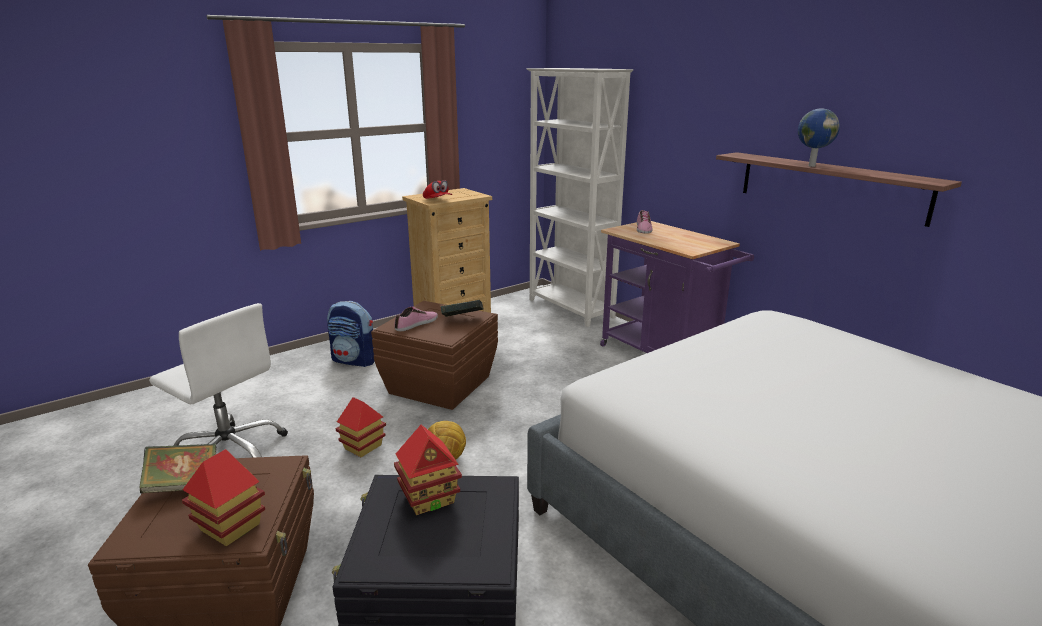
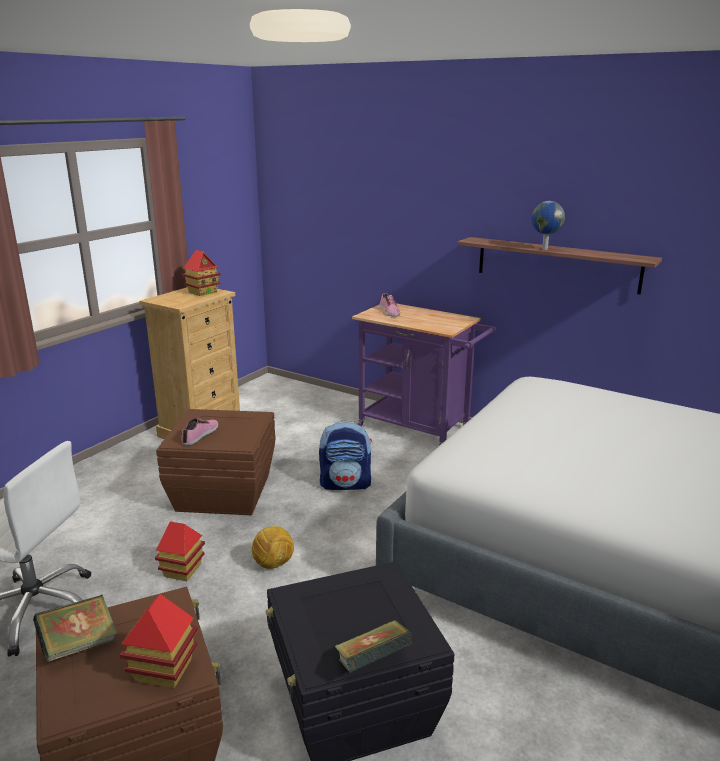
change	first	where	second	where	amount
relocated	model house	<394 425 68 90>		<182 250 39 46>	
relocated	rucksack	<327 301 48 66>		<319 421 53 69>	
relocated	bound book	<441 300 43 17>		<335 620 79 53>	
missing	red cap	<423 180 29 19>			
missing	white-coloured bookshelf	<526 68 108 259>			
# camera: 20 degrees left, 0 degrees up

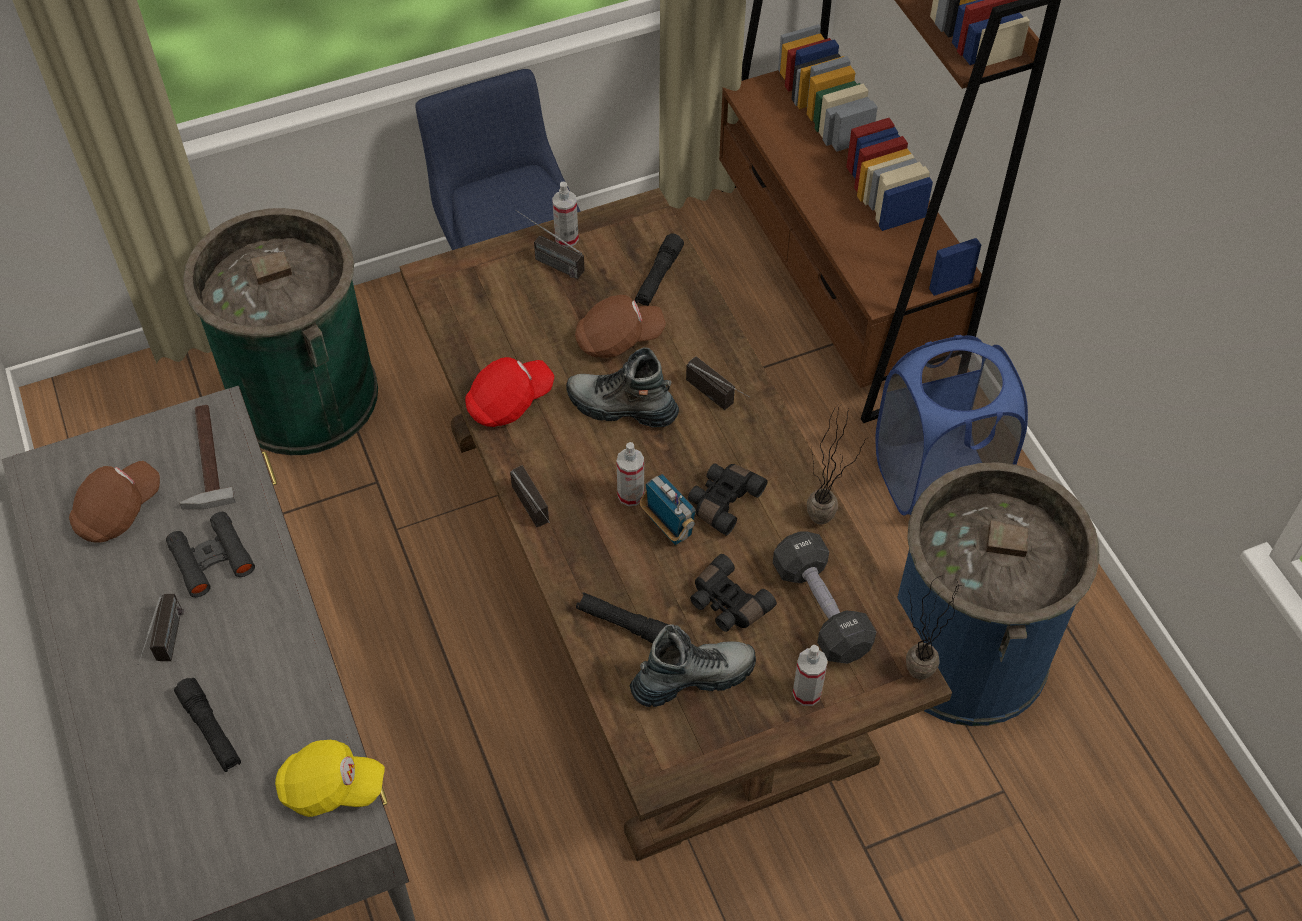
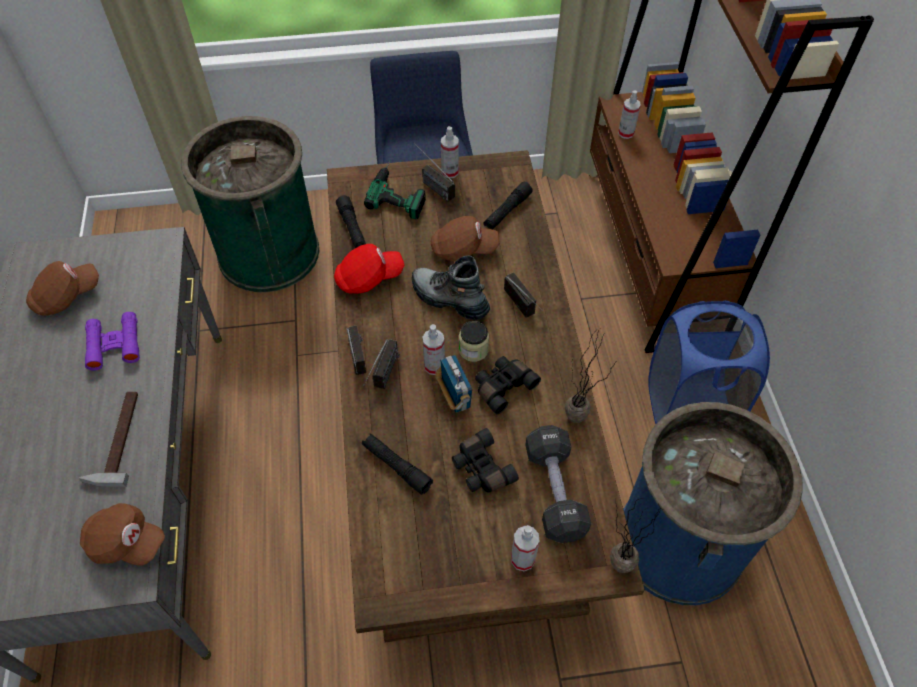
change	first	where	second	where	amount
relocated	hand hammer	<179 405 57 104>		<79 392 59 95>	
colour	yellow cap	<275 740 110 77>	brown-coloured cap	<80 503 85 63>	
colour	blackish binoculars	<166 512 89 85>	purplish binoculars	<85 312 55 59>	
relocated	blackish torch	<174 678 67 94>		<336 195 30 53>	
relocated	radio receiver	<138 594 46 71>		<363 339 37 50>	
appeared			power drill	<364 161 62 58>	
appeared			jar	<459 321 30 41>	
appeared			hand sprayer	<618 91 23 48>	
missing	tall boot	<629 624 127 83>			
# camera: 15 degrees right, 0 degrees up

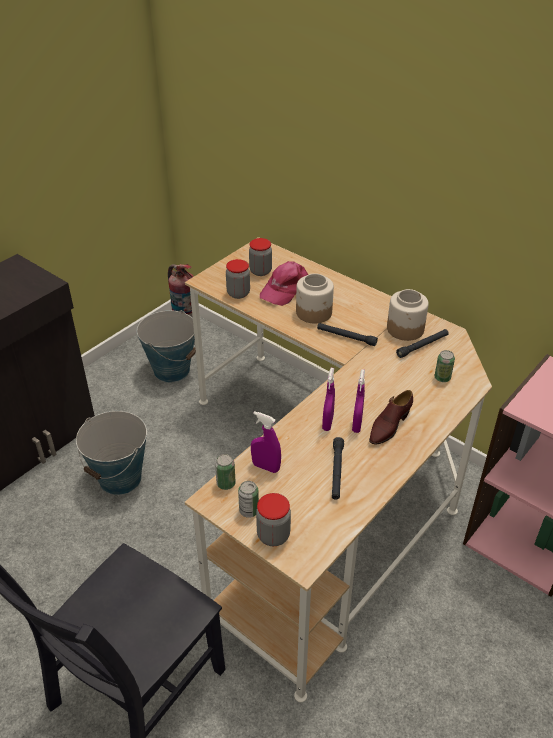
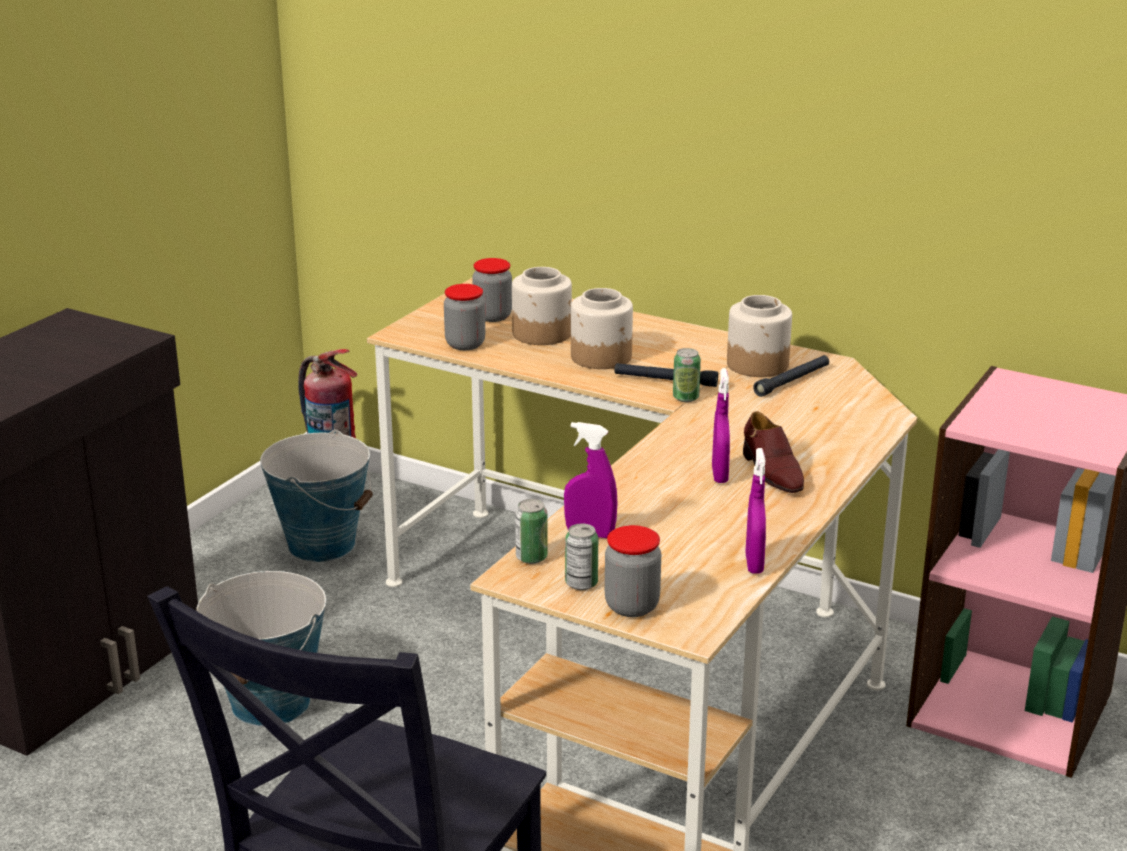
change	first	where	second	where	amount
exchanged	pink-coloured cap	<260 261 48 45>	jar	<512 267 60 78>	
relocated	can	<435 350 20 32>		<673 348 28 54>	
spun	brown-coloured shoe	<369 390 44 55>		<743 411 61 82>	45 degrees counterclockwise
relocated	purplish hand sprayer	<322 368 13 63>		<745 448 21 126>	
missing	blackish torch	<332 437 12 63>			
# camera: 10 degrees left, 15 degrees down

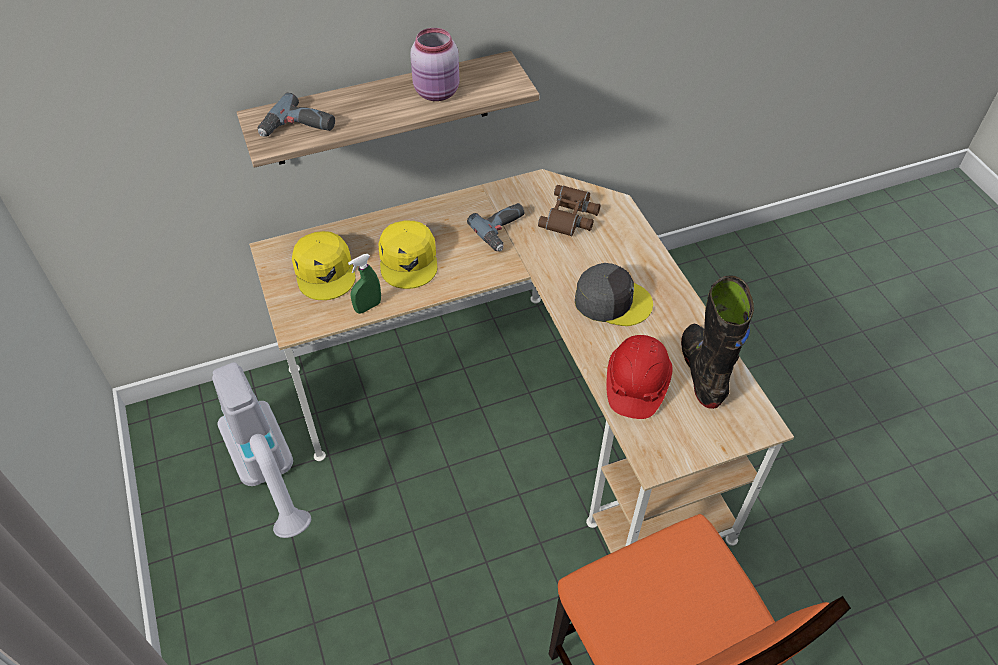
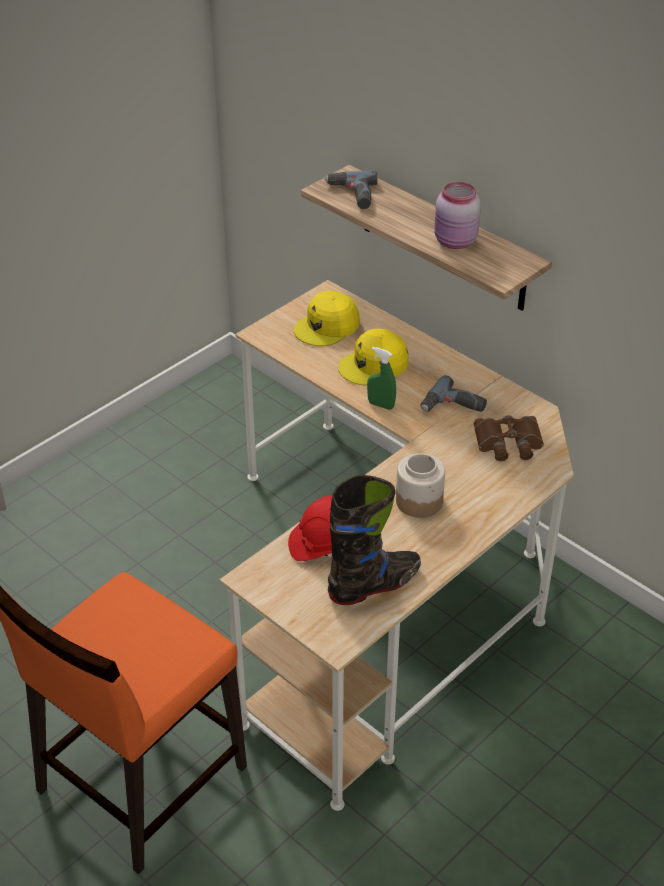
change	first	where	second	where	amount
relocated	green-coloured hand sprayer	<348 254 33 60>		<367 347 29 63>	
exchanged	greyish cap	<575 263 78 63>	jar	<396 453 49 65>	
missing	hoover	<212 362 99 176>			
# camera: 65 degrees right, 10 degrees down

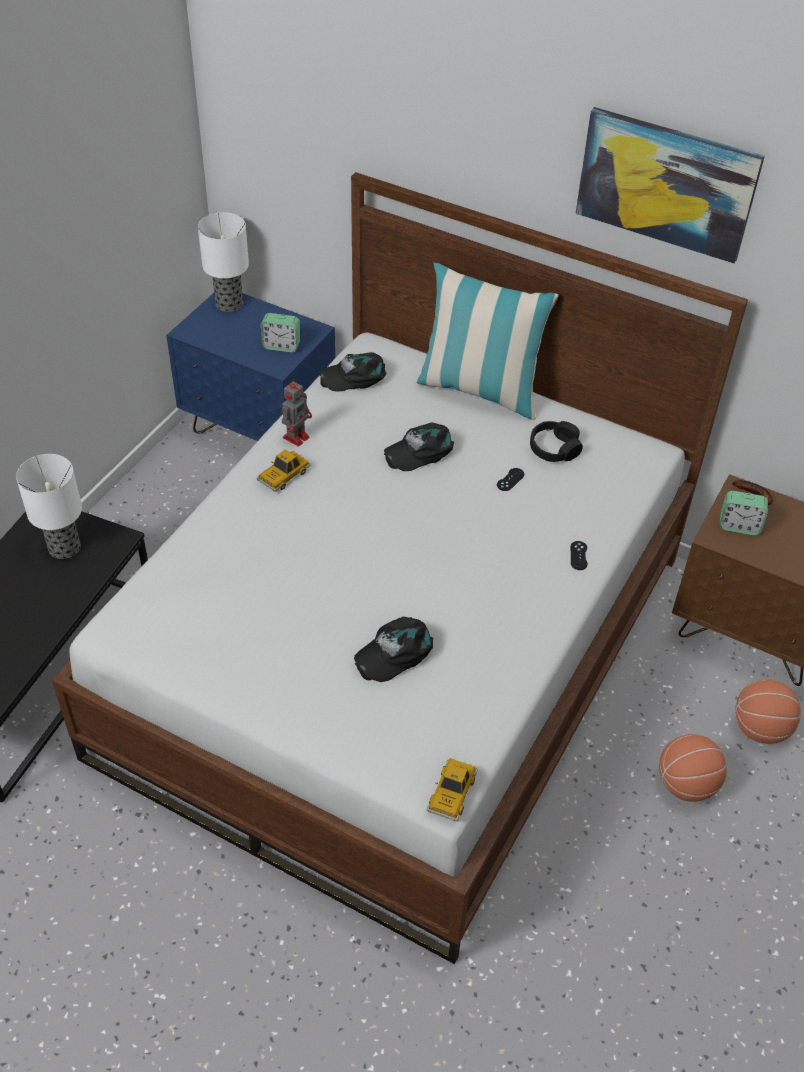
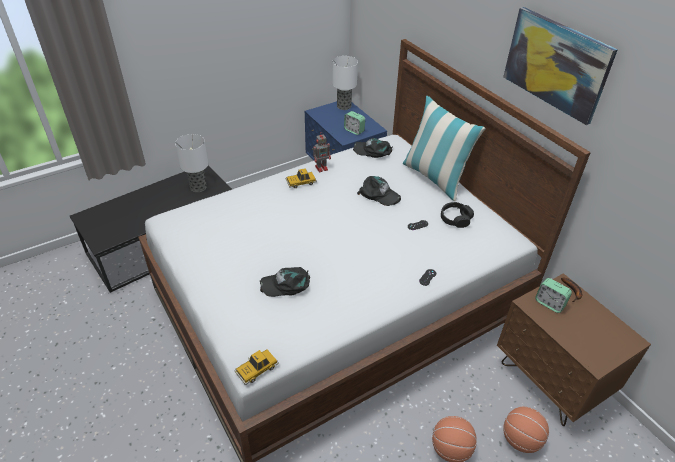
change	first	where	second	where	amount
spun	blackish cap	<383 423 71 48>		<357 176 44 30>	150 degrees counterclockwise
# camera: 30 degrees right, 5 degrees down

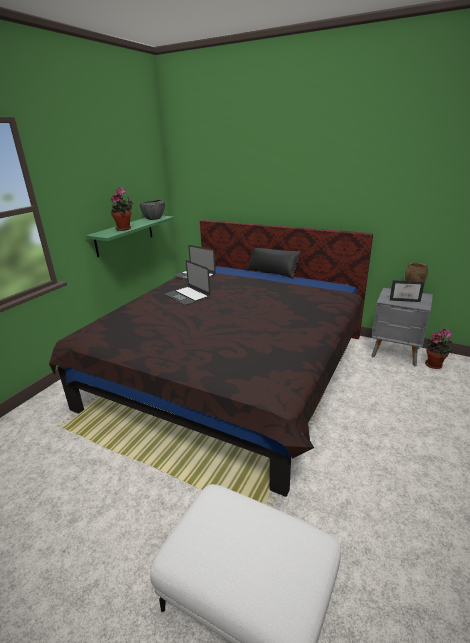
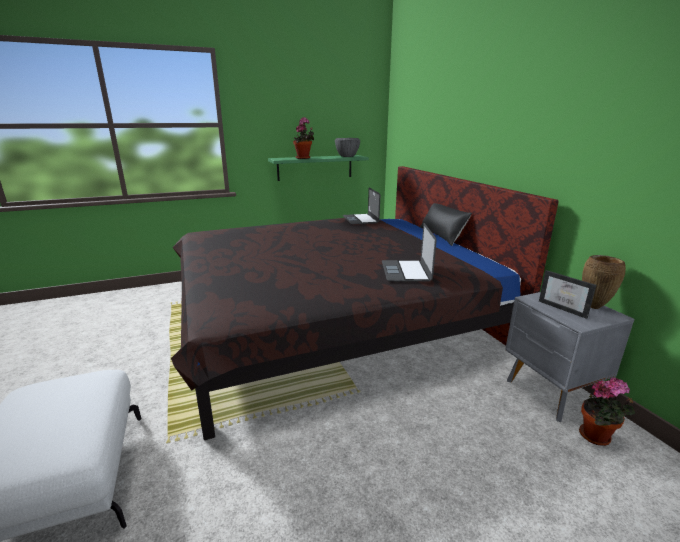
change	first	where	second	where	amount
relocated	laptop	<165 260 45 45>		<382 223 55 59>	
# camera: 40 degrees right, 5 degrees down

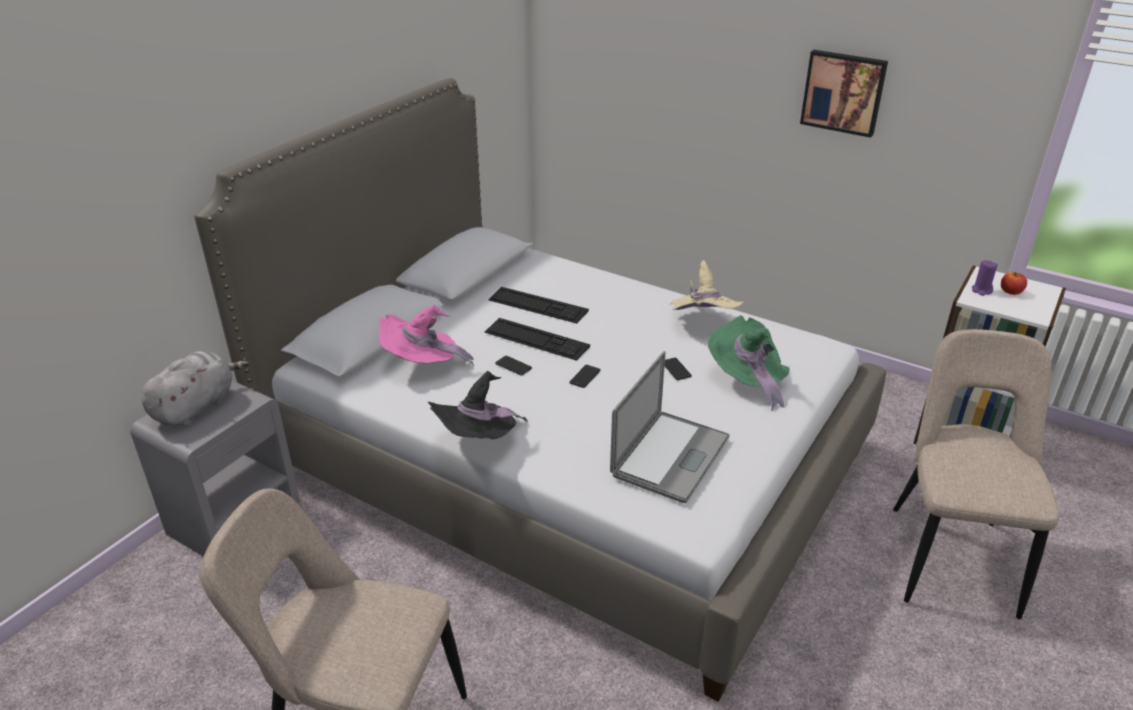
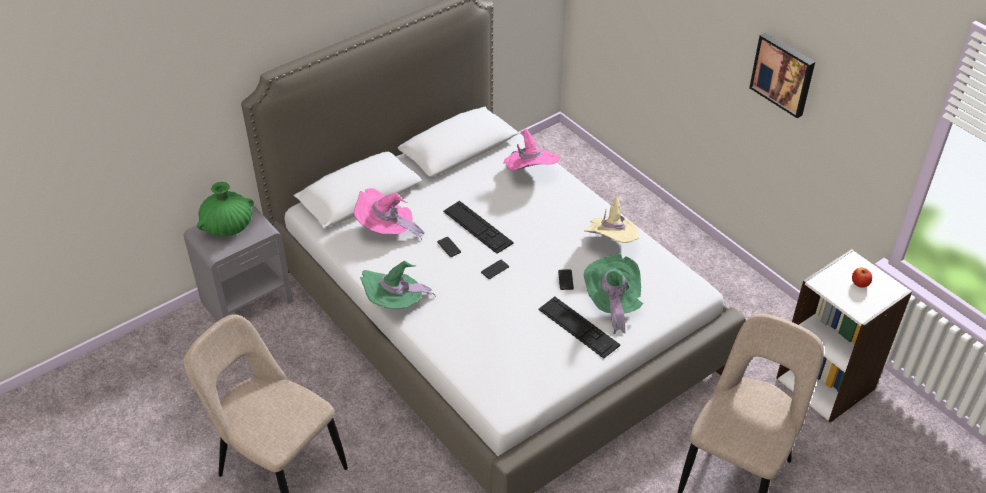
change	first	where	second	where	amount
exchanged	greyish plush toy	<142 351 107 75>	green-coloured flower vase	<197 182 57 54>	
colour	blackish hat	<428 371 100 68>	green-coloured hat	<360 261 76 48>	
appeared			pink-coloured hat	<503 129 57 42>	
relocated	keyboard	<489 287 100 36>		<538 297 82 62>	
missing	laptop	<610 351 120 152>			
missing	purplish wax candle	<972 260 26 36>			
# camera: 20 degrees right, 10 degrees up

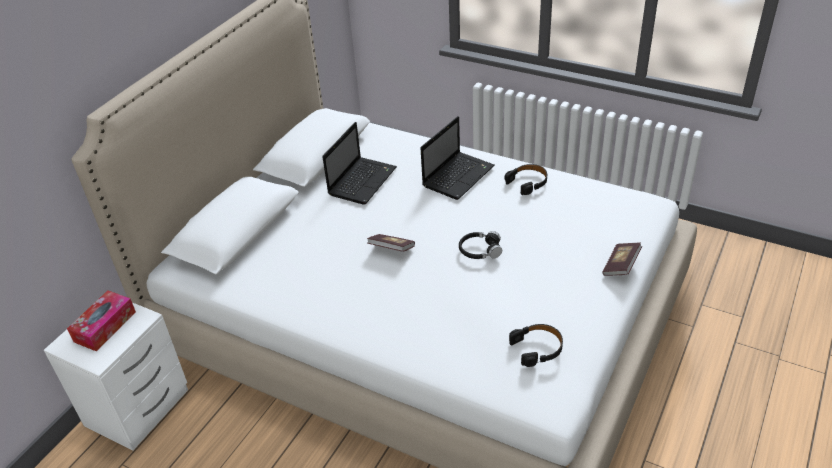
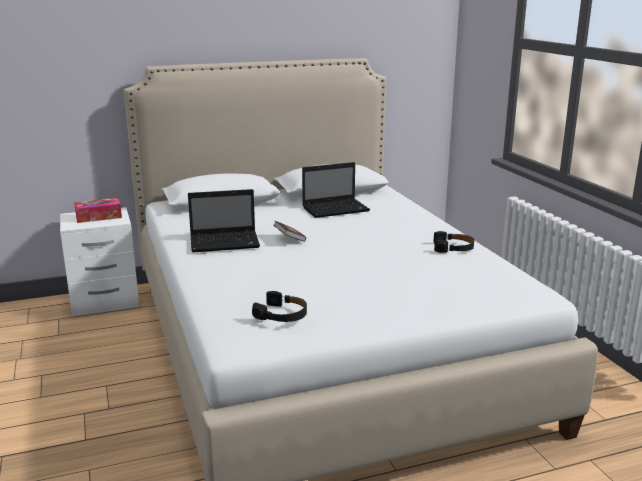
change	first	where	second	where	amount
relocated	laptop	<420 116 74 84>		<188 189 72 63>	
missing	blackish pair of headphones	<459 231 43 28>			
missing	bound book	<602 243 40 33>			
# camera: 40 degrees right, 20 degrees down

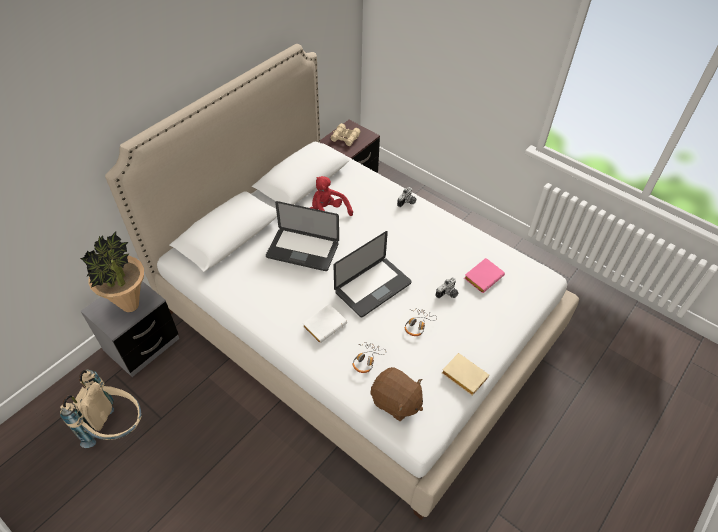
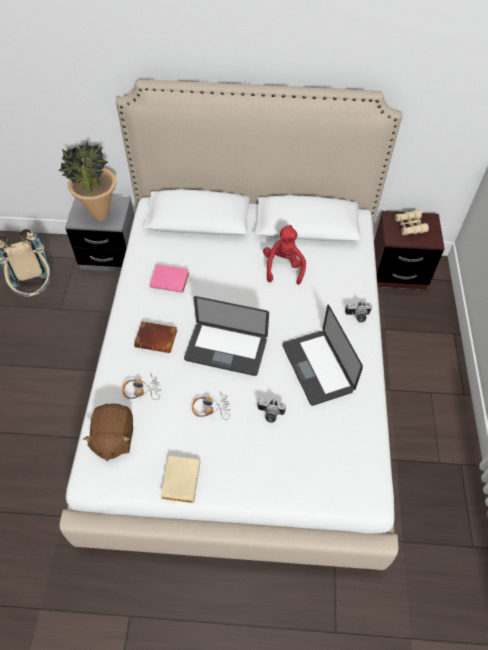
change	first	where	second	where	amount
colour	white-coloured bound book	<302 304 45 39>	brown-coloured bound book	<134 321 43 32>	
relocated	pink-coloured bound book	<464 258 41 35>		<149 264 40 29>	
relocated	laptop	<266 201 73 70>		<282 305 81 101>	
# camera: 55 degrees right, 5 degrees up

